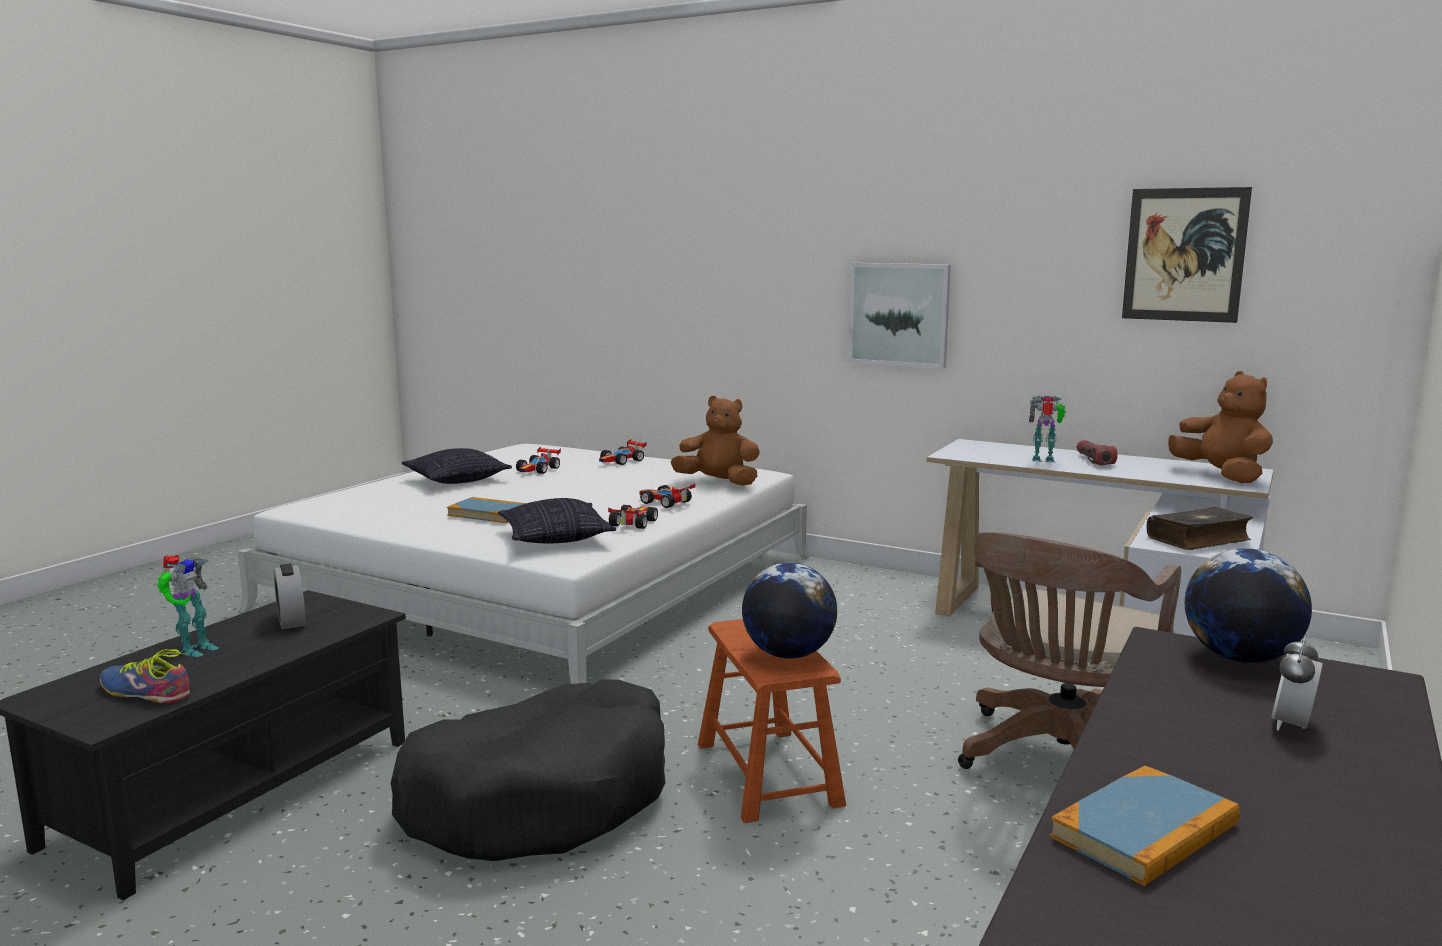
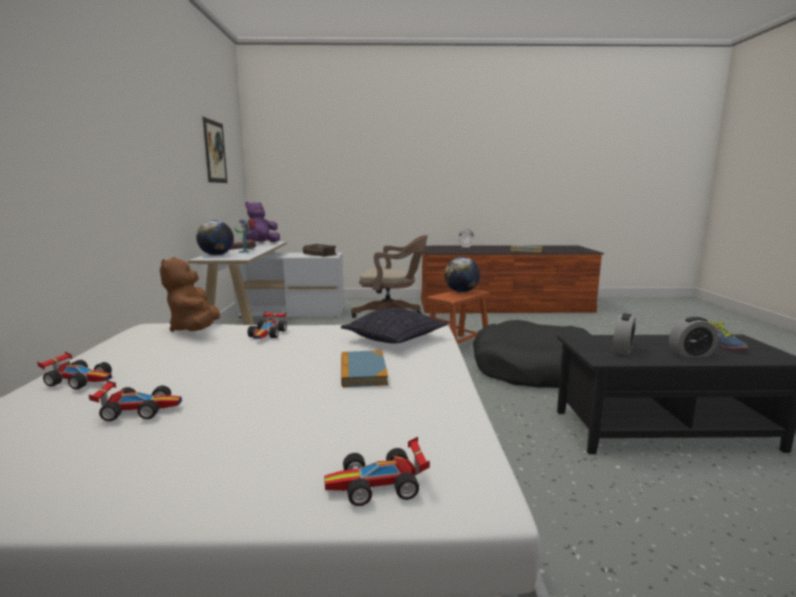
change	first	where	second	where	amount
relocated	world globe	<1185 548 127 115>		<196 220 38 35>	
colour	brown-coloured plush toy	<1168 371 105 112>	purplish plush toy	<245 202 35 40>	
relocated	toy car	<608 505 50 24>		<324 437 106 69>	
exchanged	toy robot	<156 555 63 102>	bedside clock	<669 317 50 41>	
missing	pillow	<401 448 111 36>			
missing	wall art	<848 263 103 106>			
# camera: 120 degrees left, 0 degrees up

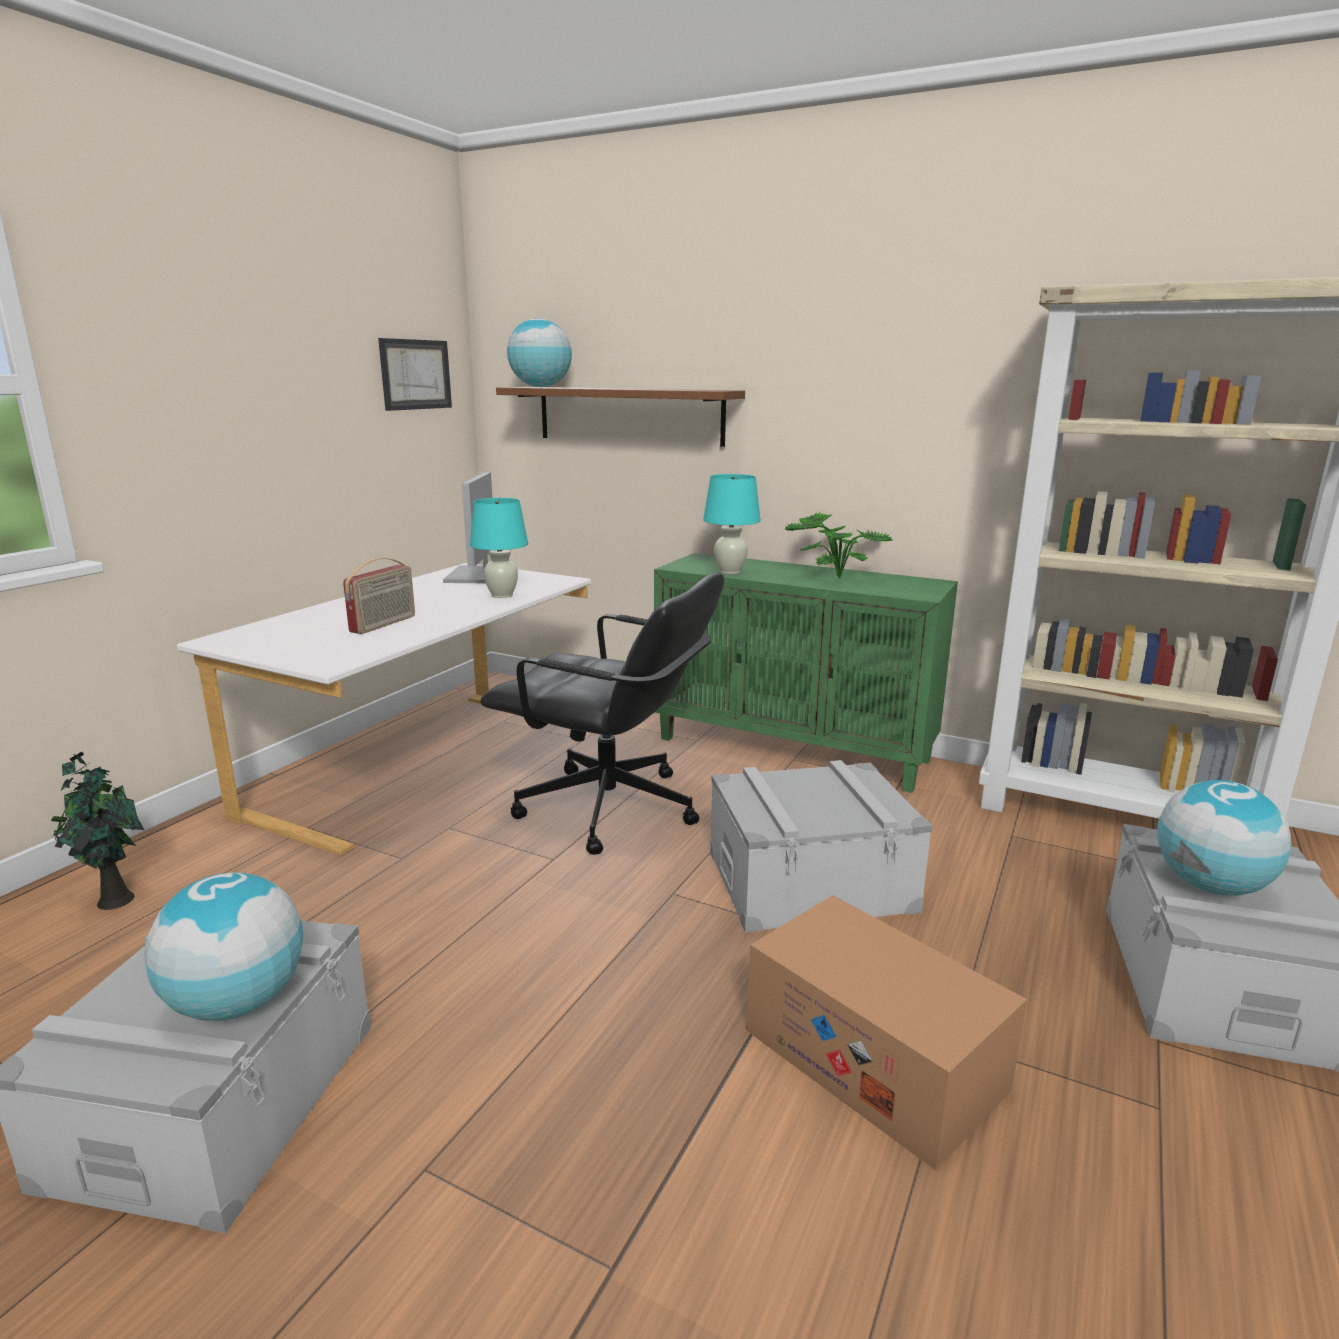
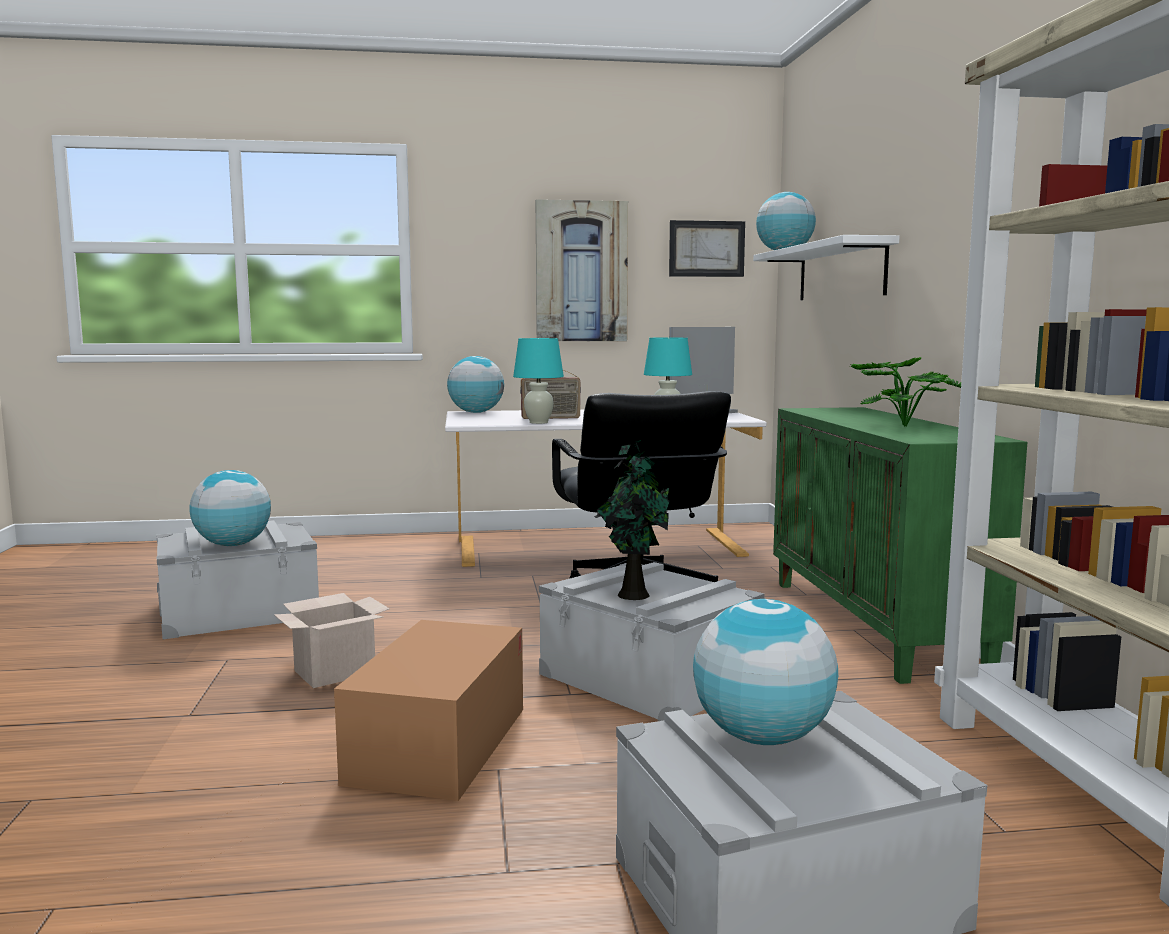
change	first	where	second	where	amount
appeared			cardboard box	<274 593 116 95>	
appeared			world globe	<447 356 57 57>	
relocated	turquoise tabletop lamp	<703 474 58 100>		<513 338 51 86>	
appeared			wall art	<536 199 92 142>	
relocated	potted plant	<51 752 94 158>		<594 440 76 160>	
colour	brown-coloured shelf	<496 387 249 60>	white-coloured shelf	<753 235 147 65>	
# camera: 55 degrees right, 10 degrees down

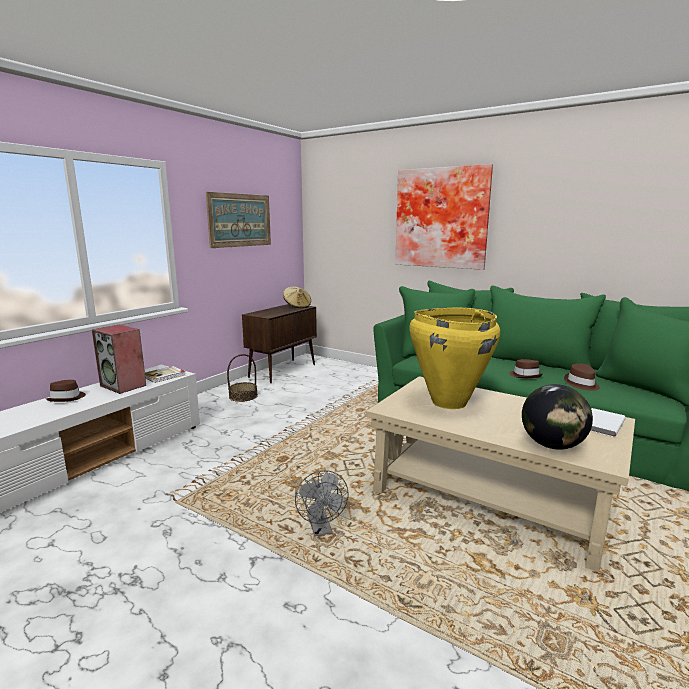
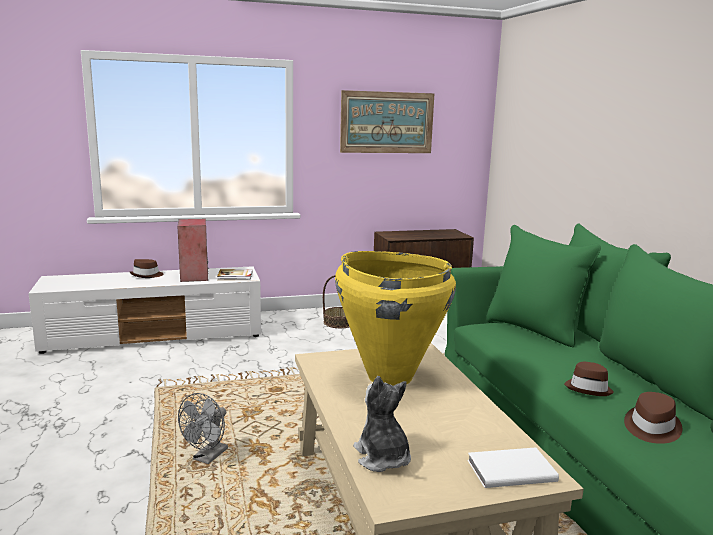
change	first	where	second	where	amount
exchanged	world globe	<522 384 71 66>	plush toy	<353 376 58 96>	
missing	beige-coloured hat	<283 287 28 21>			
missing	wall art	<395 164 98 106>			
# camera: 40 degrees right, 0 degrees up

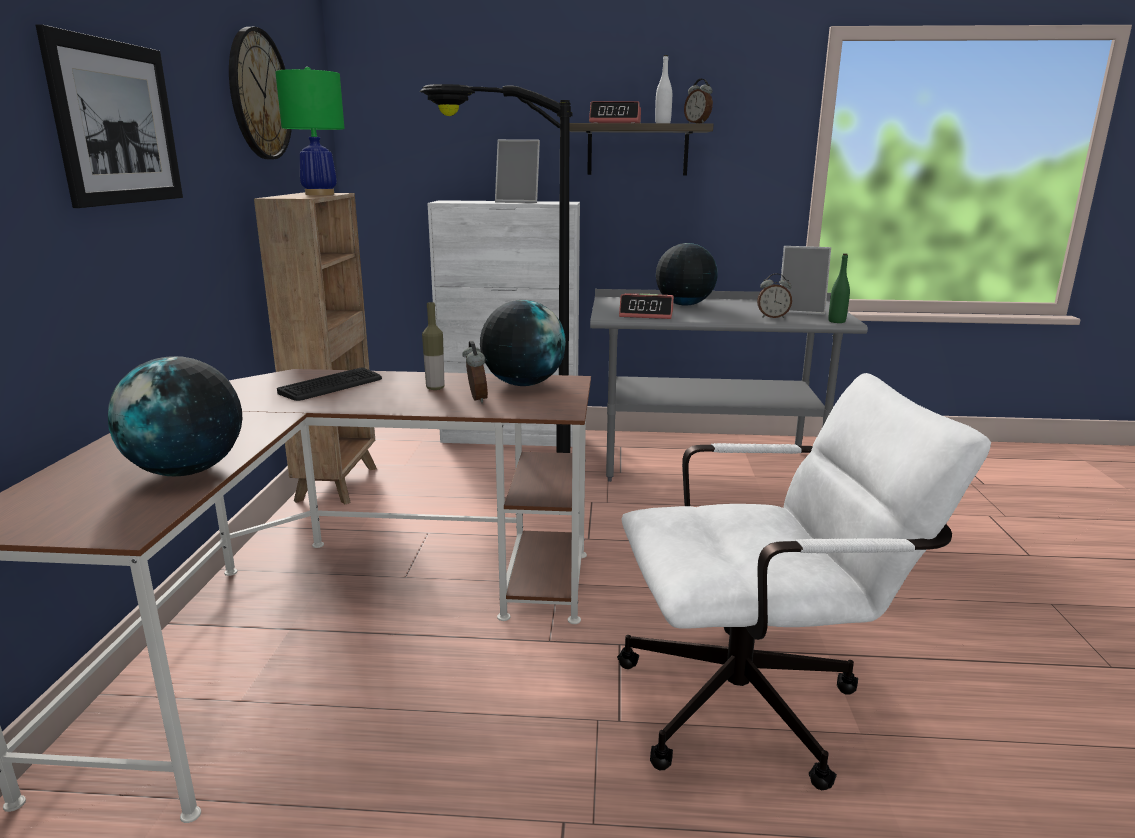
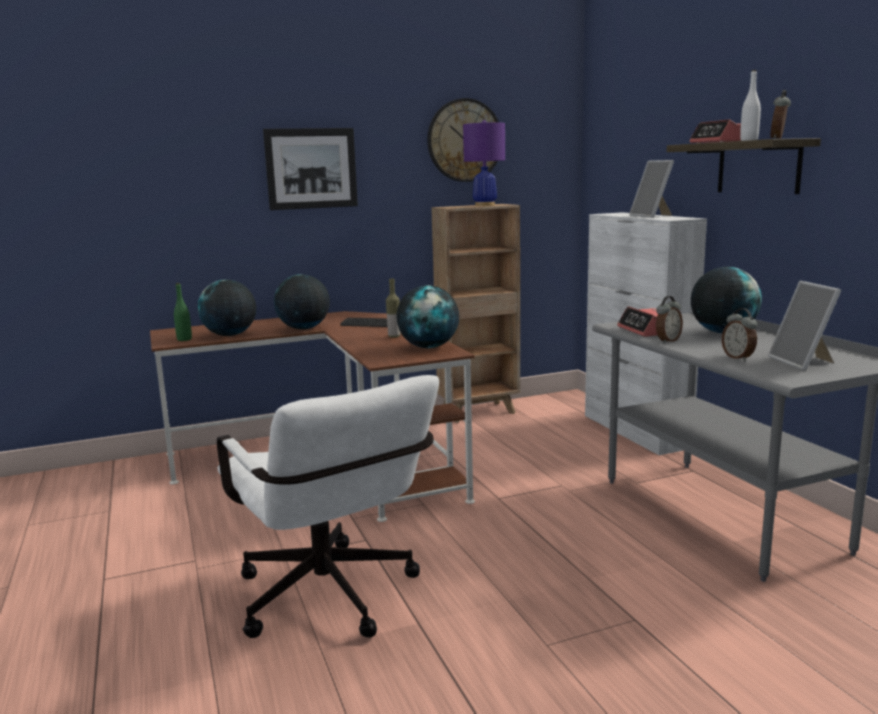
change	first	where	second	where	amount
relocated	green-coloured beverage bottle	<828 253 22 70>		<174 283 18 58>	
appeared			world globe	<274 274 56 55>	
colour	green-coloured tabletop lamp	<275 67 70 128>	purplish tabletop lamp	<463 120 42 86>	
relocated	bedside clock	<462 341 26 62>		<656 296 27 47>	
missing	blackish floor lamp	<420 84 153 369>			
# camera: 65 degrees right, 5 degrees down

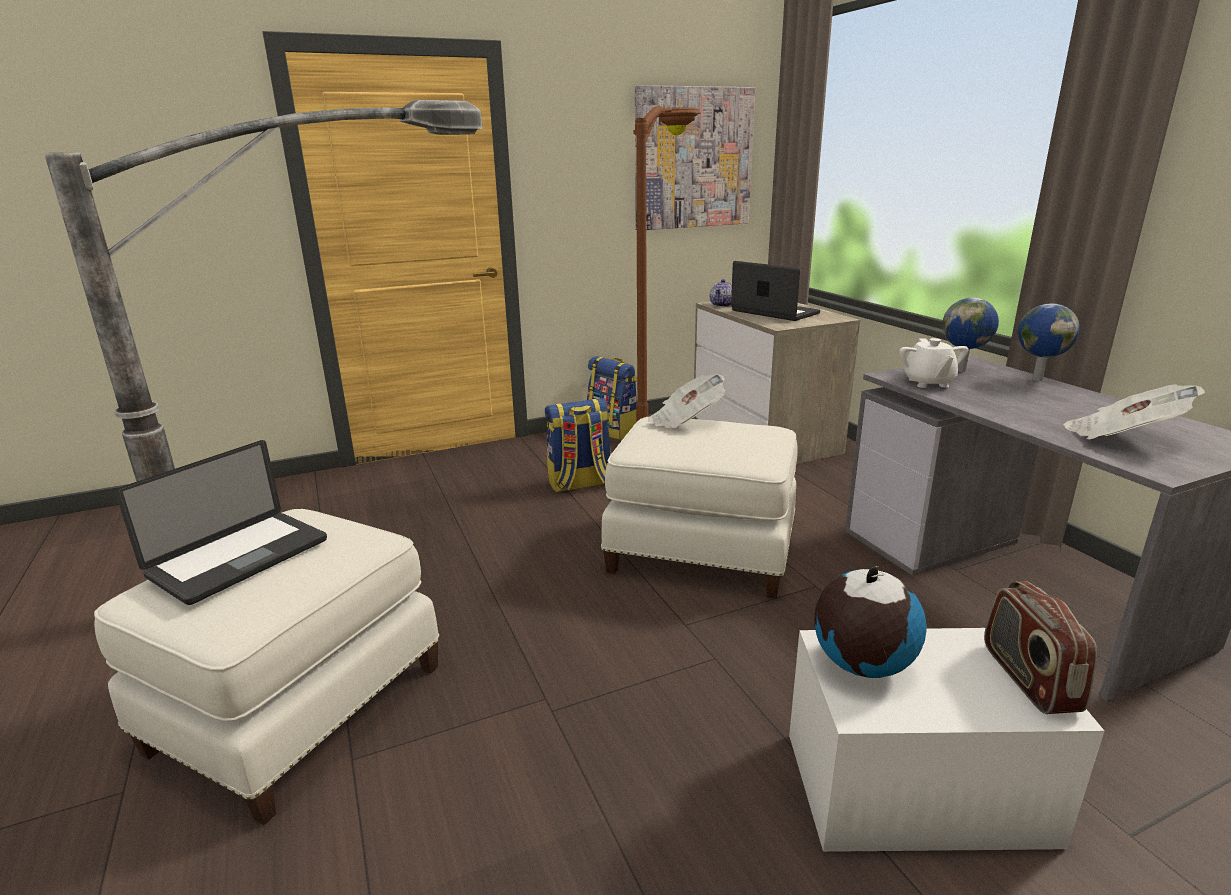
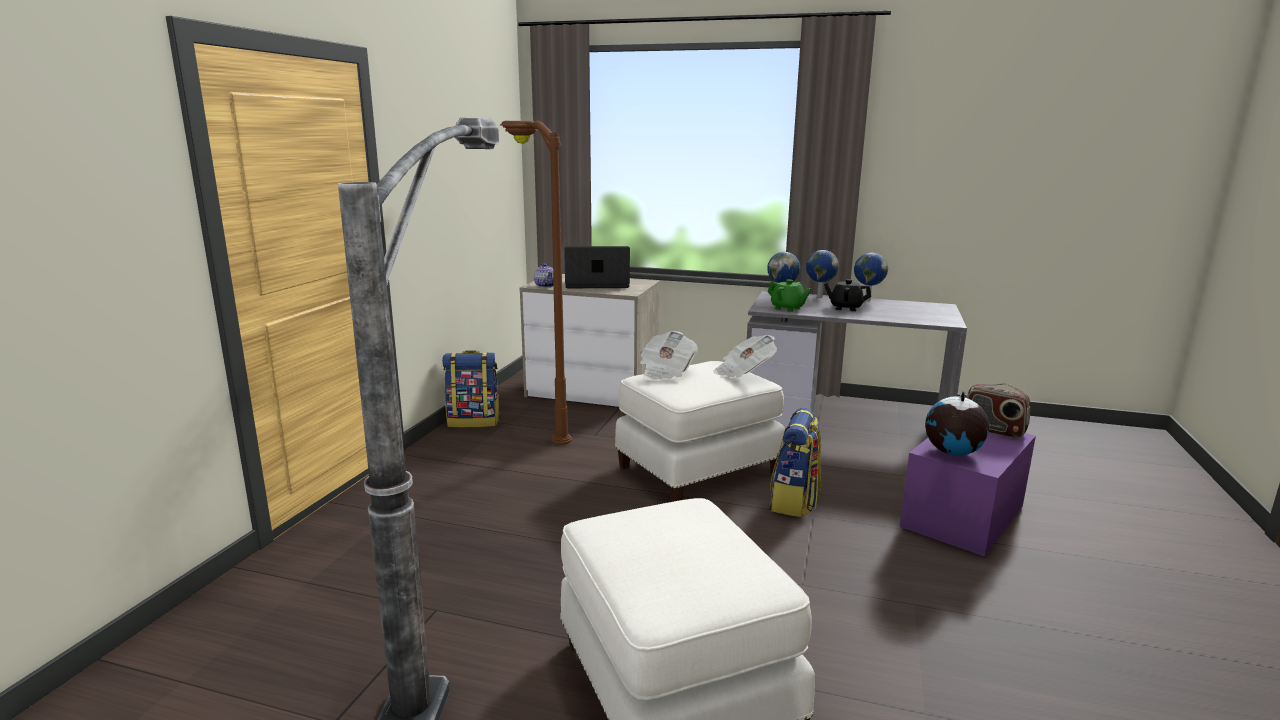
change	first	where	second	where	amount
relocated	newspaper	<1064 384 141 55>		<713 335 64 43>	
colour	white-coloured pot for tea	<899 338 69 50>	green-coloured pot for tea	<768 279 44 33>	
relocated	rucksack	<545 398 66 94>		<770 407 51 110>	
appeared			blackish pot for tea	<824 279 47 32>	
appeared			world globe	<854 253 34 48>	
colour	white-coloured storage bin	<789 628 315 224>	purplish storage bin	<900 433 136 124>	
missing	laptop	<116 440 211 165>			
missing	wall art	<635 85 121 145>			
# camera: 50 degrees left, 5 degrees down

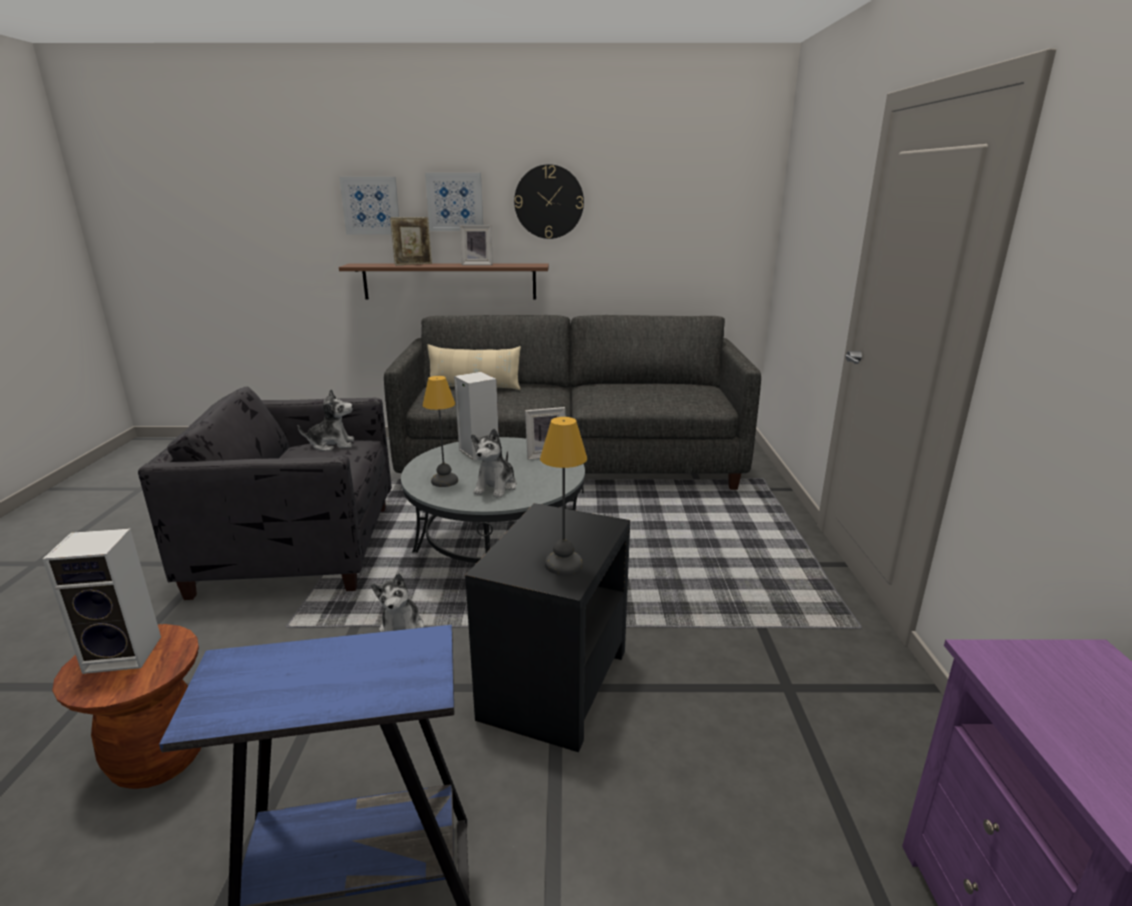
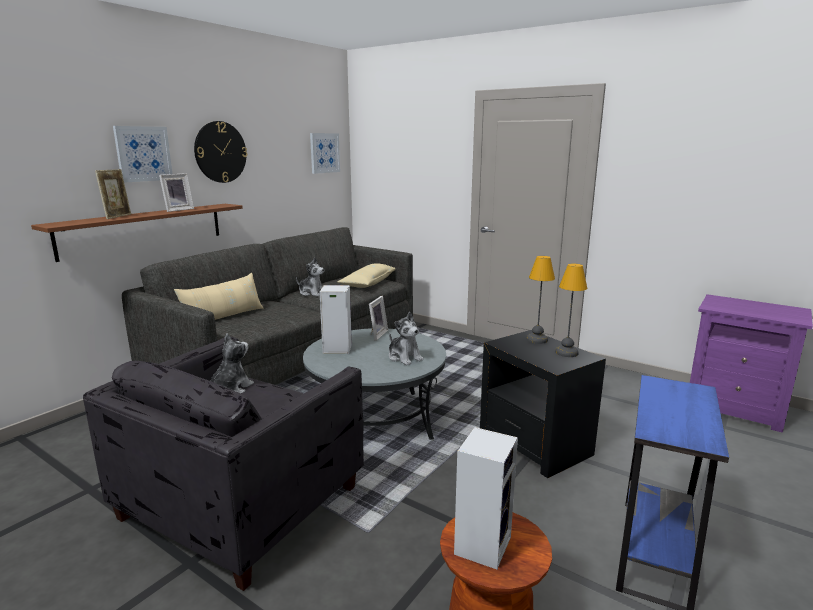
change	first	where	second	where	amount
relocated	plush toy	<371 573 53 59>		<296 257 28 39>	
relocated	wall art	<339 177 60 58>		<310 133 30 41>	
appeared			beige-coloured pillow	<337 263 59 25>	
relocated	tabletop lamp	<422 376 36 111>		<526 256 29 88>	
# camera: 55 degrees left, 5 degrees down

